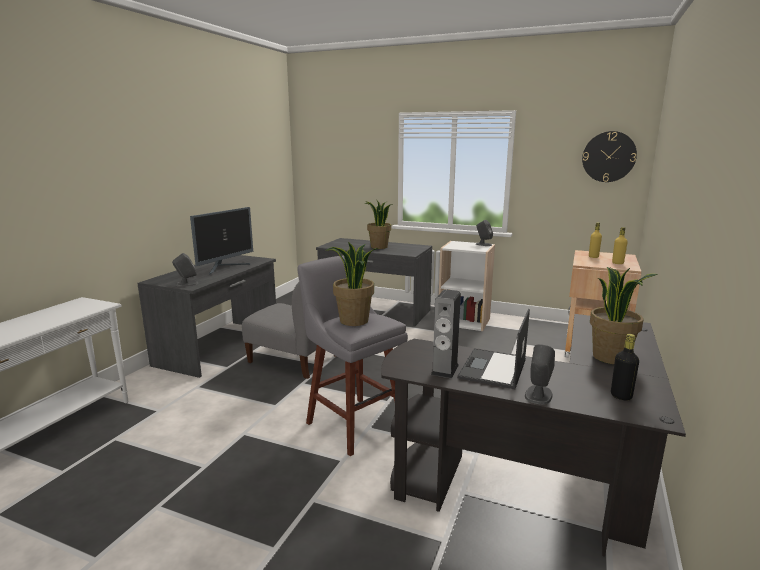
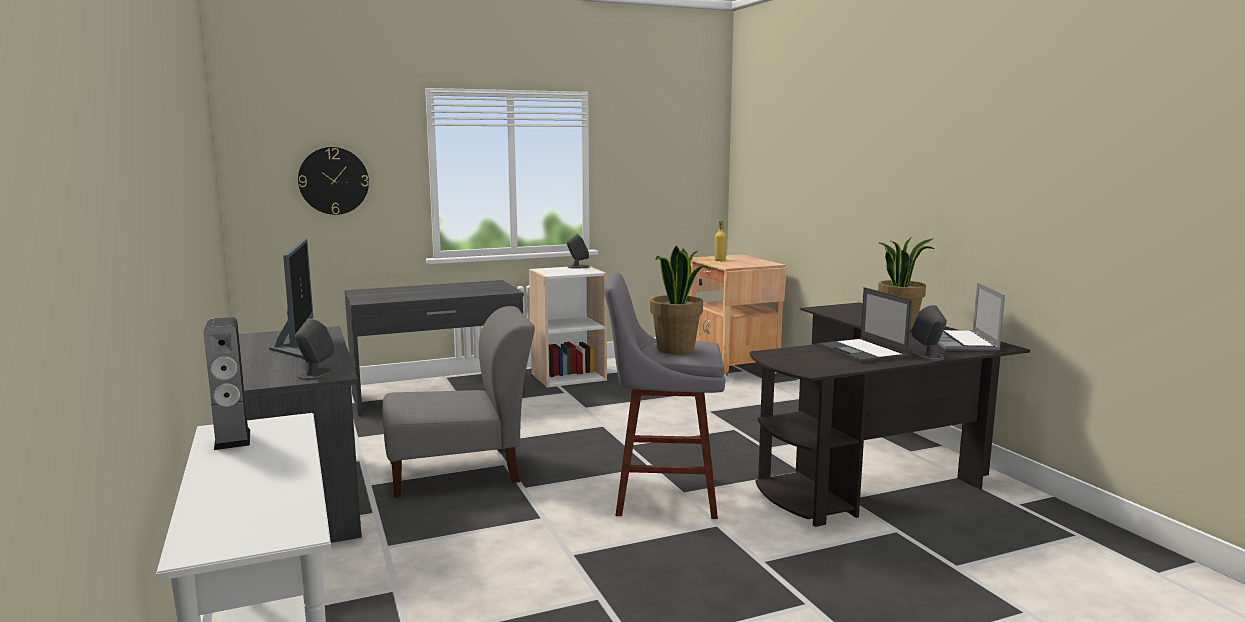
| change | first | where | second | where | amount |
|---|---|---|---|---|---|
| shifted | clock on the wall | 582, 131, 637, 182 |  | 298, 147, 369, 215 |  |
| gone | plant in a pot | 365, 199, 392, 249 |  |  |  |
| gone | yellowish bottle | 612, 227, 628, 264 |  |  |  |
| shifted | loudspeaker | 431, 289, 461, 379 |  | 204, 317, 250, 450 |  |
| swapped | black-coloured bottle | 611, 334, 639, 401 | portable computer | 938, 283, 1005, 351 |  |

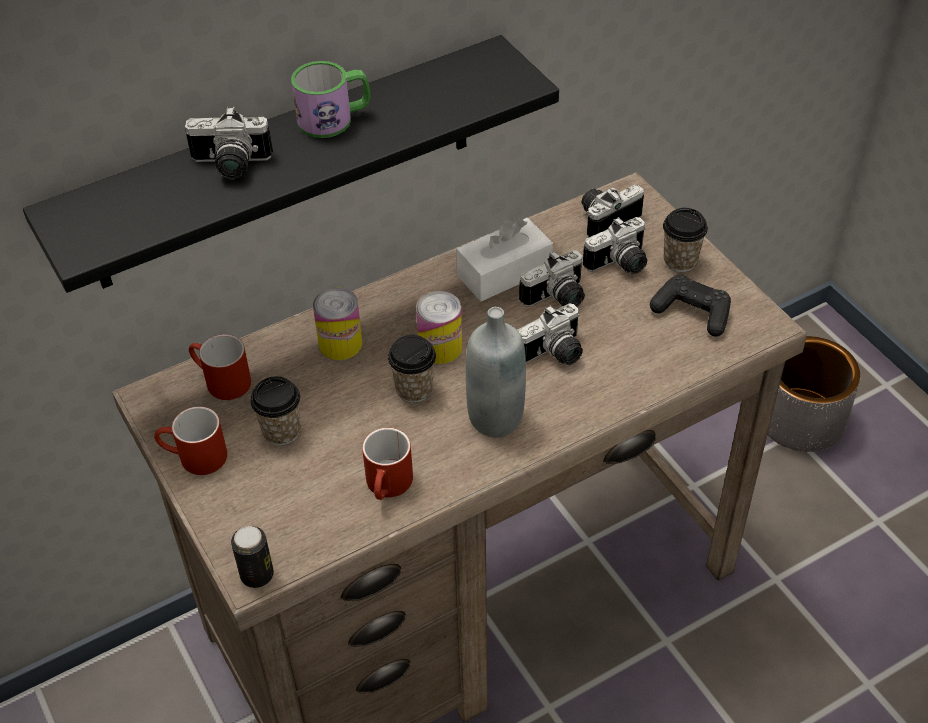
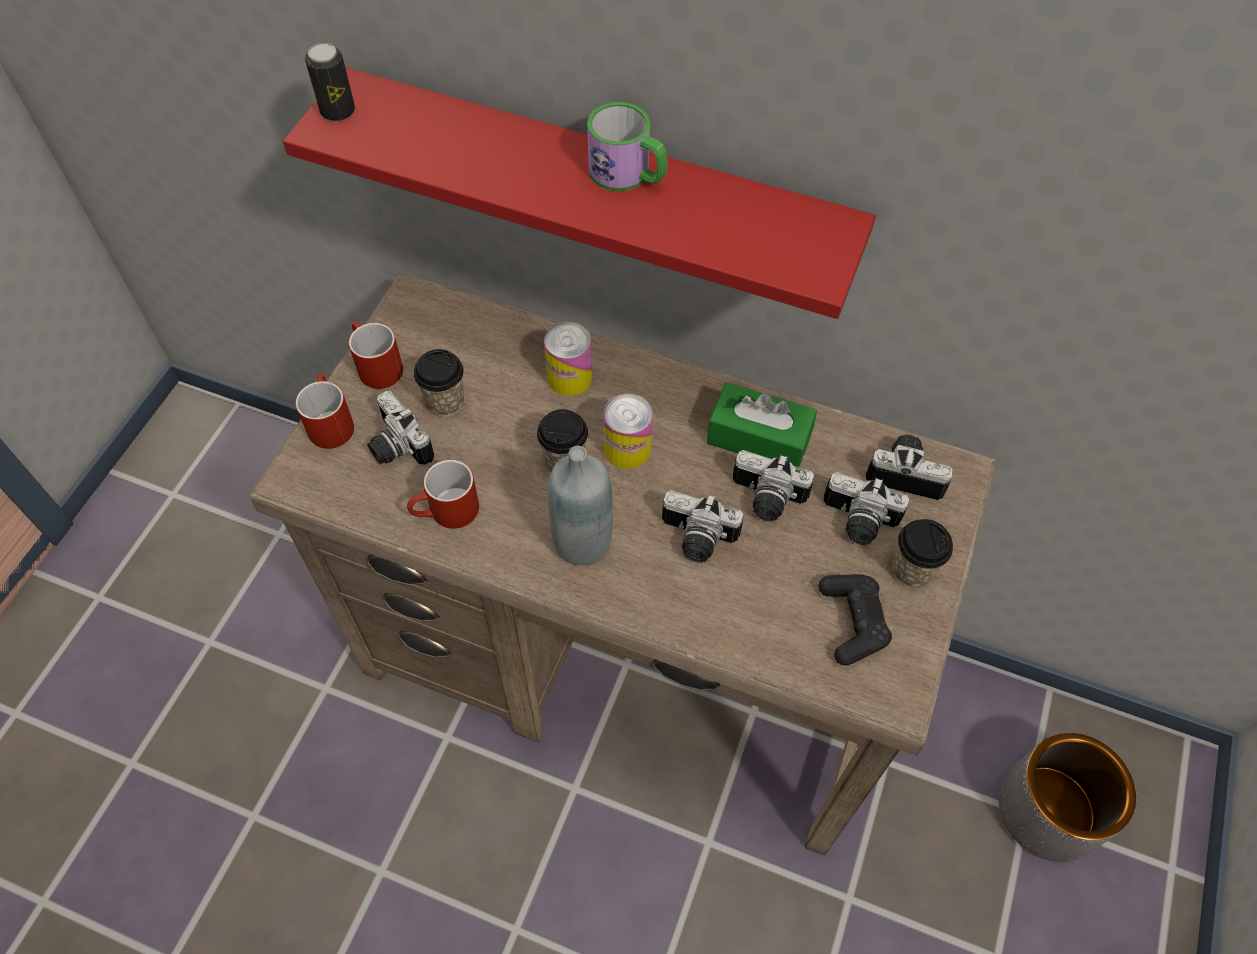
| change | first | where | second | where | amount |
|---|---|---|---|---|---|
| repainted | black-coloured shelf | 23, 35, 559, 293 | reddish shelf | 283, 67, 876, 319 |  |
| shifted | photo camera | 185, 107, 273, 179 |  | 367, 391, 434, 466 |  |
| repainted | white tissue box | 456, 218, 553, 301 | green tissue box | 707, 382, 817, 467 |  |
| shifted | reddish tea mug | 189, 334, 251, 400 |  | 295, 374, 354, 449 |  |
| shifted | can | 231, 526, 274, 588 |  | 305, 43, 355, 121 |  |

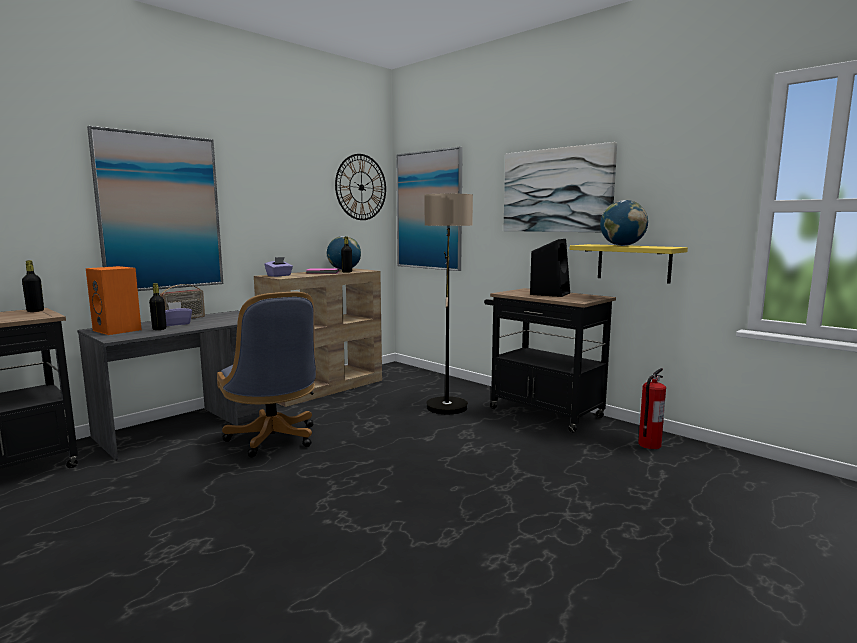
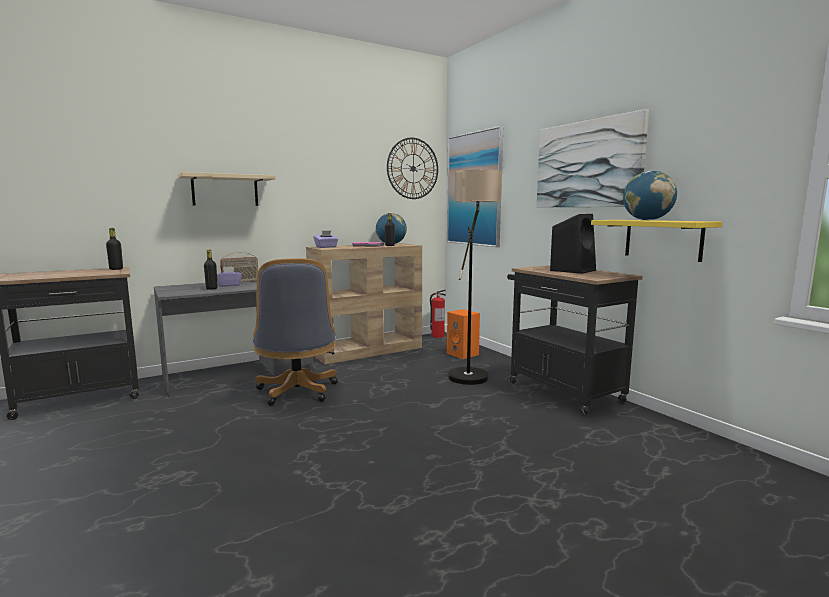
| change | first | where | second | where | amount |
|---|---|---|---|---|---|
| swapped | wall art | 87, 126, 223, 291 | beige shelf | 178, 172, 276, 206 |  |
| shifted | orange-coloured loudspeaker | 86, 266, 142, 335 |  | 447, 309, 480, 359 |  |
| shifted | fire-fighting cylinder | 638, 368, 666, 449 |  | 430, 290, 446, 338 |  |

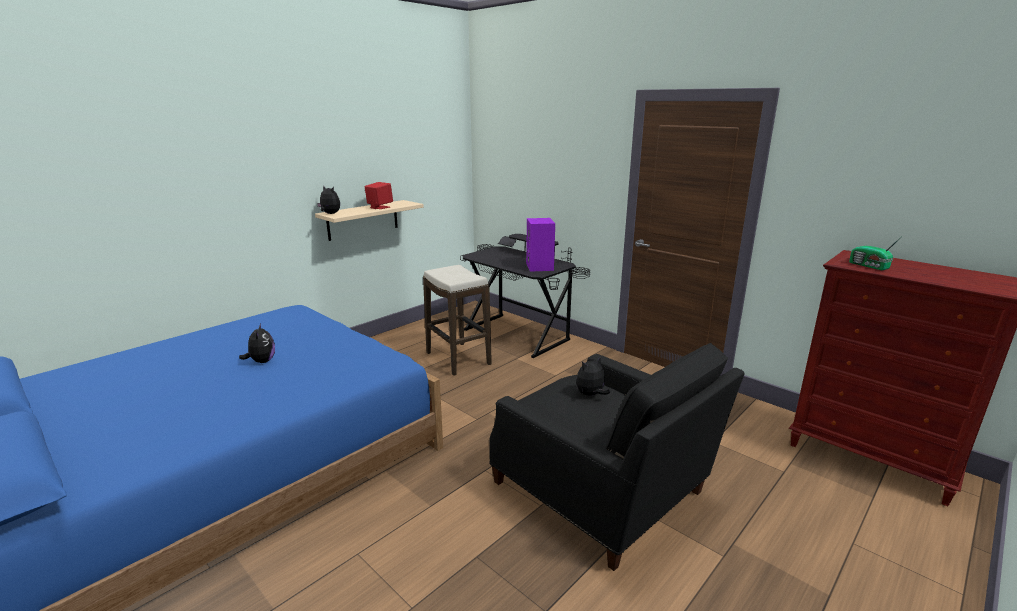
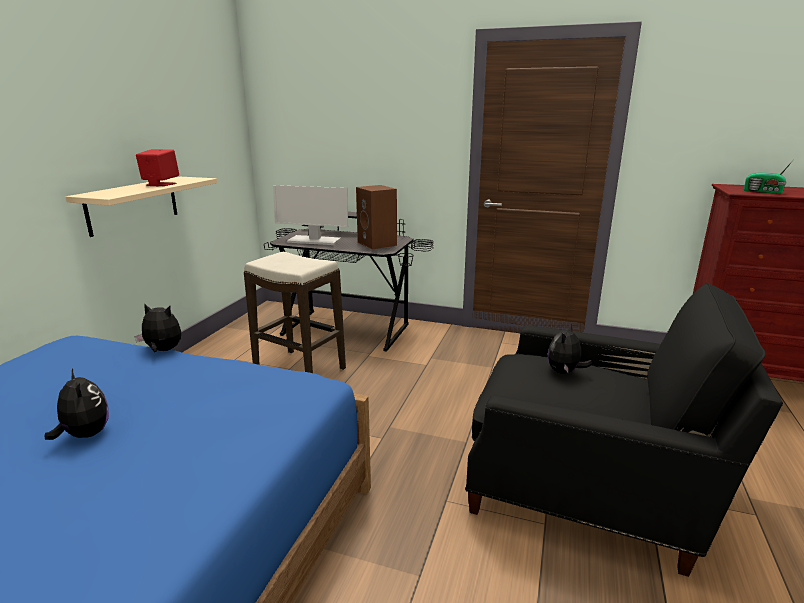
| change | first | where | second | where | amount |
|---|---|---|---|---|---|
| shifted | soft toy | 317, 186, 340, 214 |  | 134, 304, 181, 352 |  |
| repainted | purple loudspeaker | 526, 218, 555, 272 | brown loudspeaker | 356, 185, 397, 249 |  |
| new |  |  | computer display | 273, 185, 348, 245 |  |

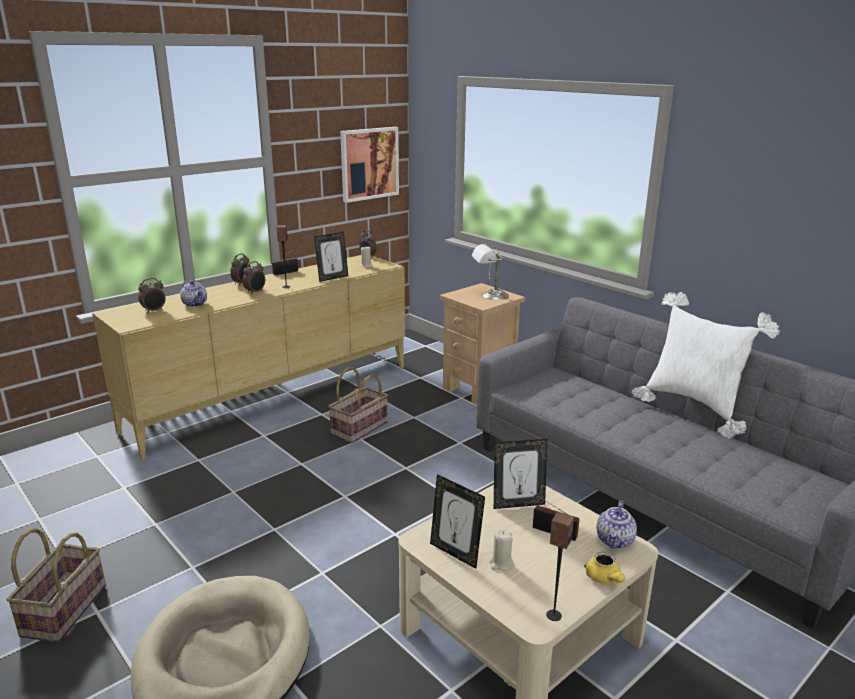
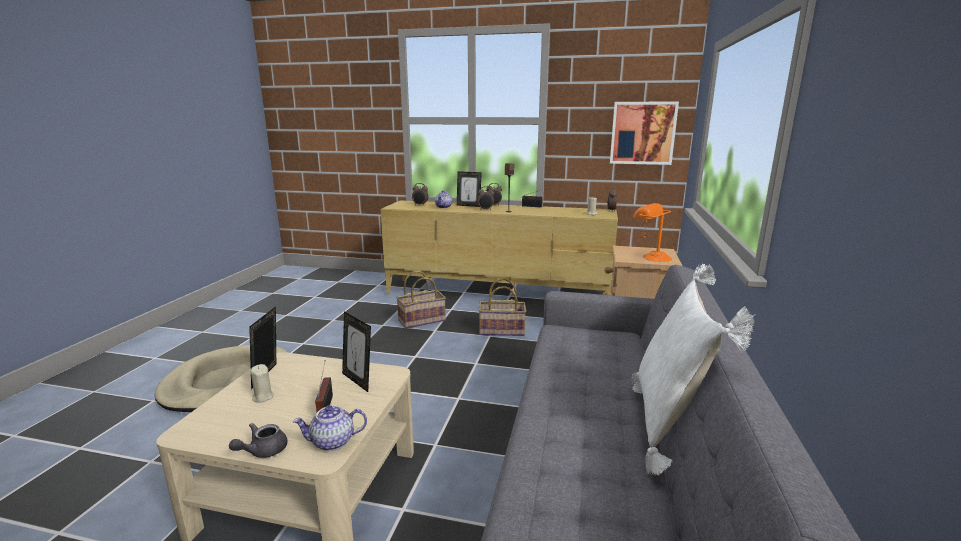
| change | first | where | second | where | amount |
|---|---|---|---|---|---|
| shifted | photo frame | 314, 232, 348, 282 |  | 457, 171, 482, 207 |  |
| repainted | white lamp for a table | 472, 244, 509, 300 | orange-coloured lamp for a table | 633, 203, 672, 262 |  |
| gone | loudspeaker | 546, 512, 574, 621 |  |  |  |
| shifted | household basket | 6, 528, 106, 642 |  | 396, 271, 446, 329 |  |
| repainted | yellowish teapot | 584, 551, 625, 584 | grey teapot | 229, 423, 287, 458 |  |

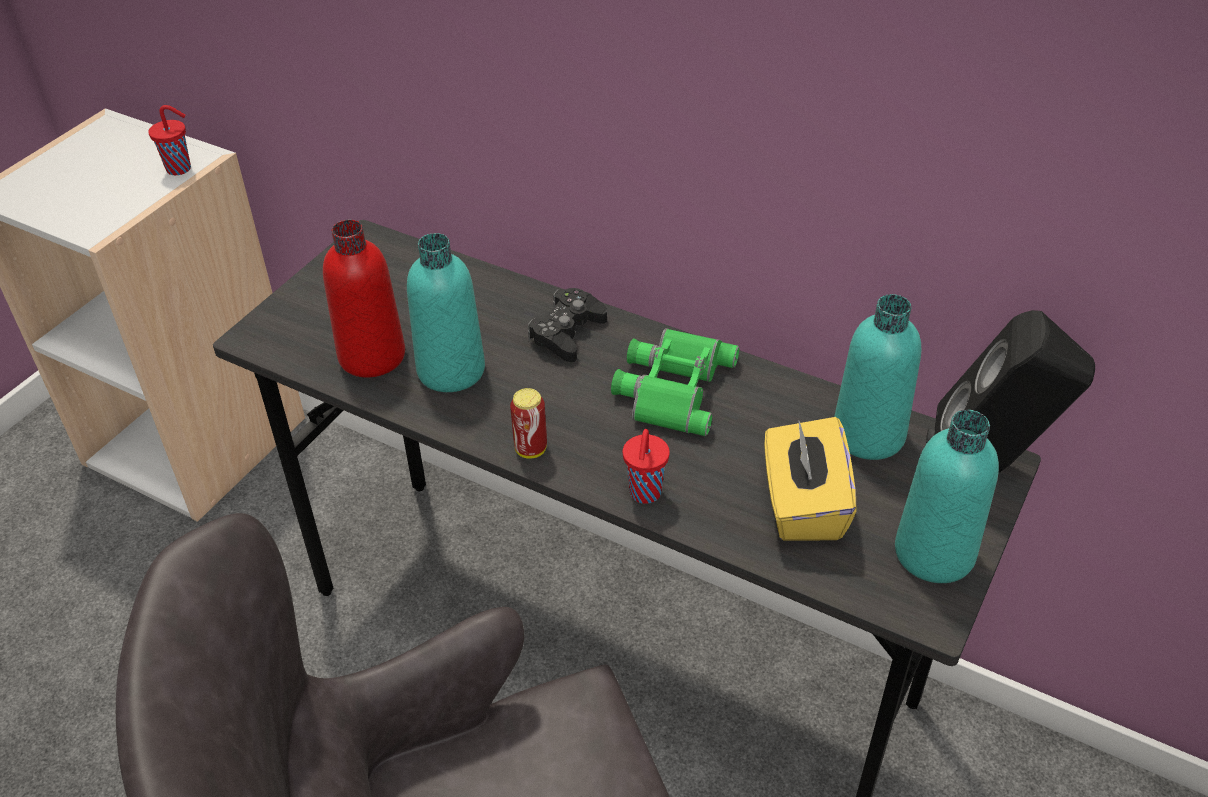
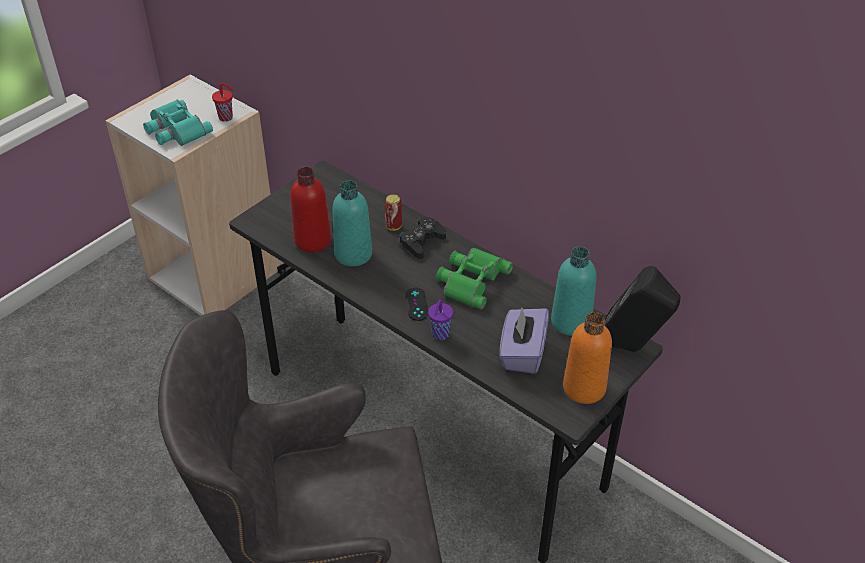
| change | first | where | second | where | amount |
|---|---|---|---|---|---|
| shifted | can | 510, 388, 547, 459 |  | 385, 194, 402, 231 |  |
| repainted | turquoise bottle | 895, 410, 999, 583 | orange-coloured bottle | 563, 312, 612, 404 |  |
| repainted | yellowish tissue box | 764, 417, 856, 541 | purple tissue box | 500, 307, 549, 374 |  |
| repainted | reddish small cup | 623, 429, 670, 504 | purple small cup | 428, 300, 453, 340 |  |
| new |  |  | turquoise binoculars | 143, 100, 213, 146 |  |
| new |  |  | black-coloured joypad | 405, 287, 428, 321 |  |

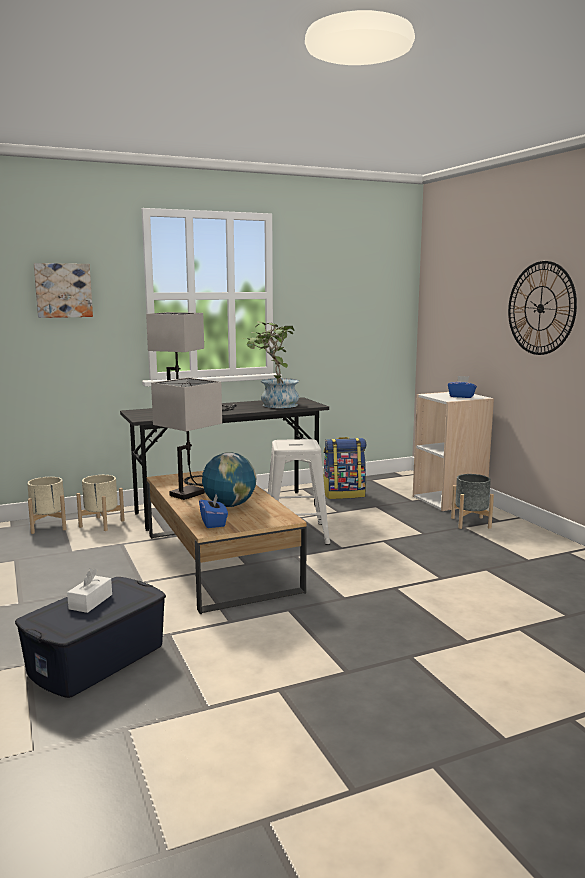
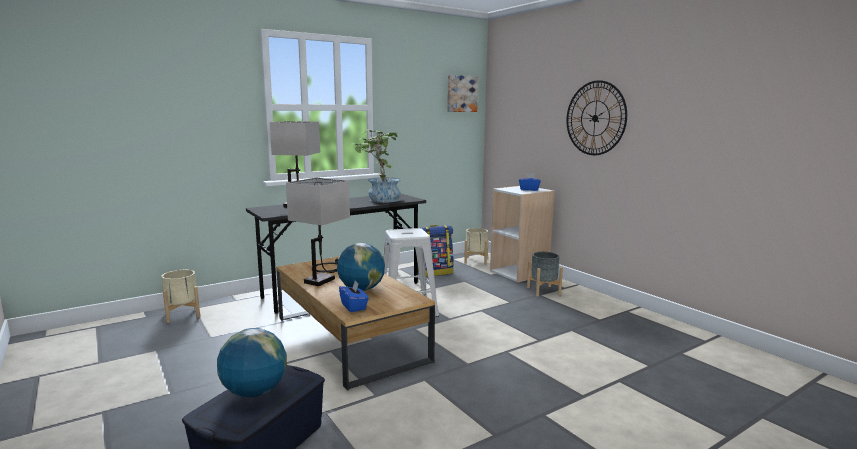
| change | first | where | second | where | amount |
|---|---|---|---|---|---|
| shifted | wall art | 34, 263, 93, 318 |  | 447, 75, 478, 112 |  |
| shifted | beige planter | 76, 475, 125, 531 |  | 464, 228, 489, 265 |  |
| swapped | white tissue box | 67, 568, 112, 613 | desk globe | 217, 328, 287, 397 |  |

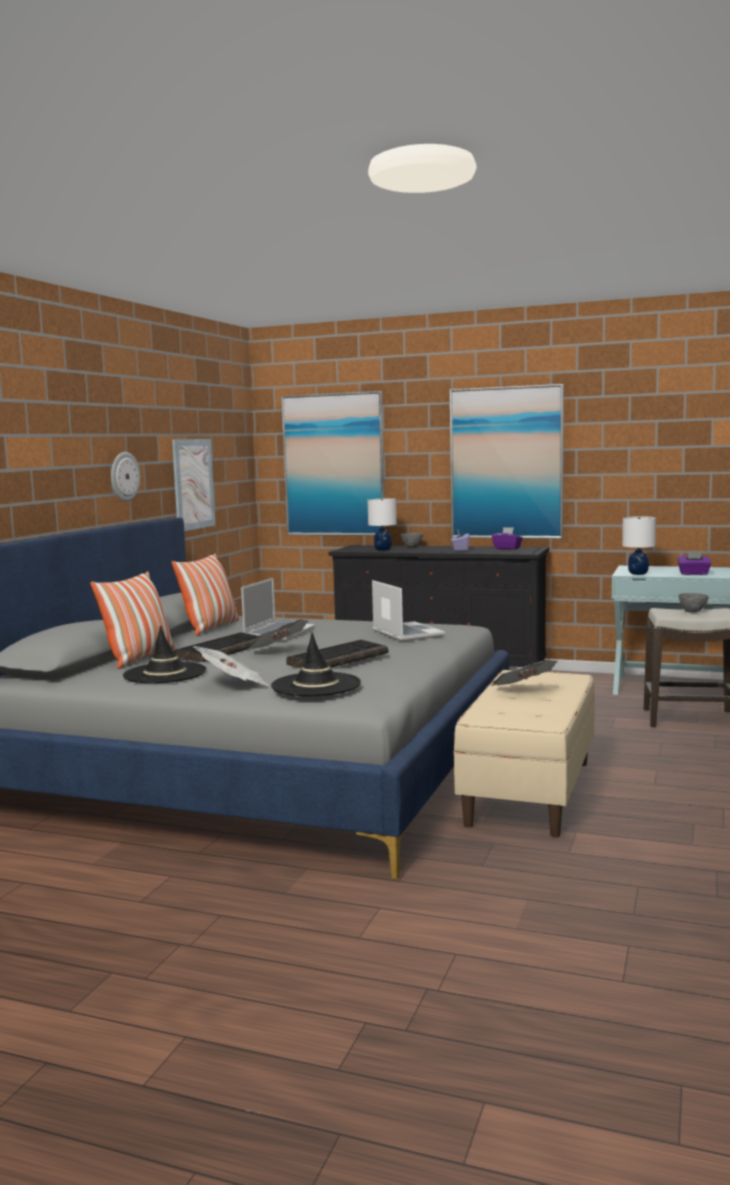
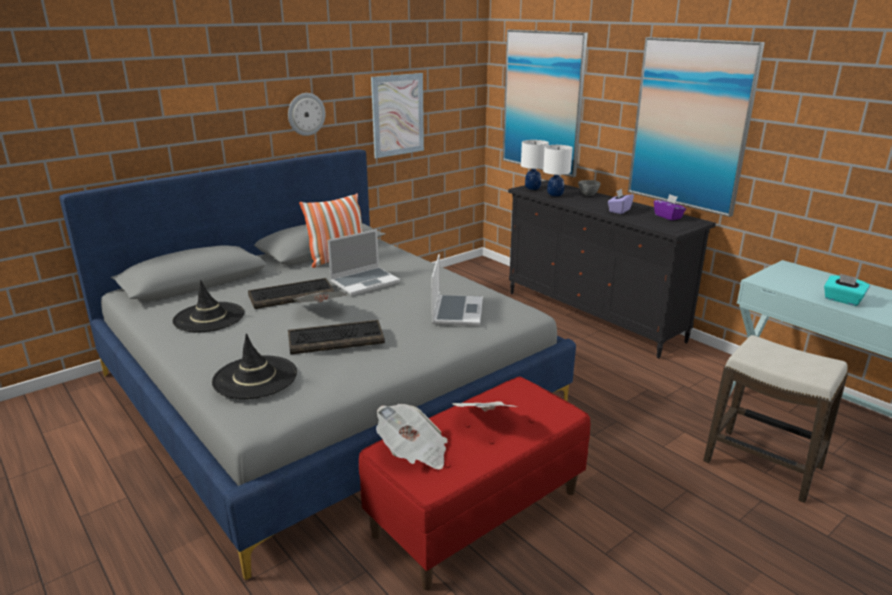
| change | first | where | second | where | amount |
|---|---|---|---|---|---|
| shifted | white lamp for a table | 622, 516, 656, 575 |  | 521, 140, 549, 190 |  |
| repainted | purple tissue box | 677, 551, 711, 575 | turquoise tissue box | 824, 273, 870, 306 |  |
| gone | throw pillow | 90, 571, 175, 669 |  |  |  |
| gone | grey deep dish | 678, 593, 709, 613 |  |  |  |
| shifted | newspaper | 193, 646, 268, 685 |  | 376, 404, 448, 469 |  |
| repainted | beige indoor bench | 453, 670, 595, 838 | reddish indoor bench | 359, 377, 590, 590 |  |

